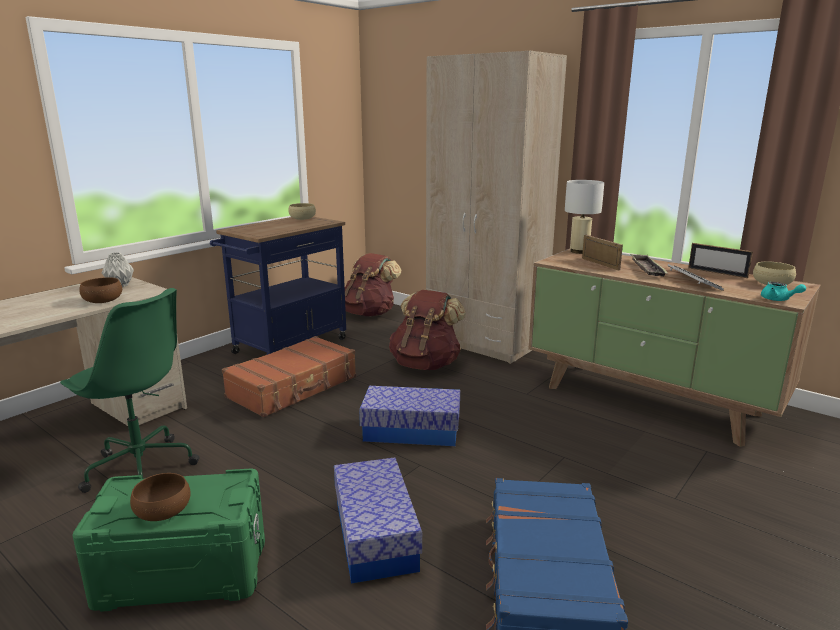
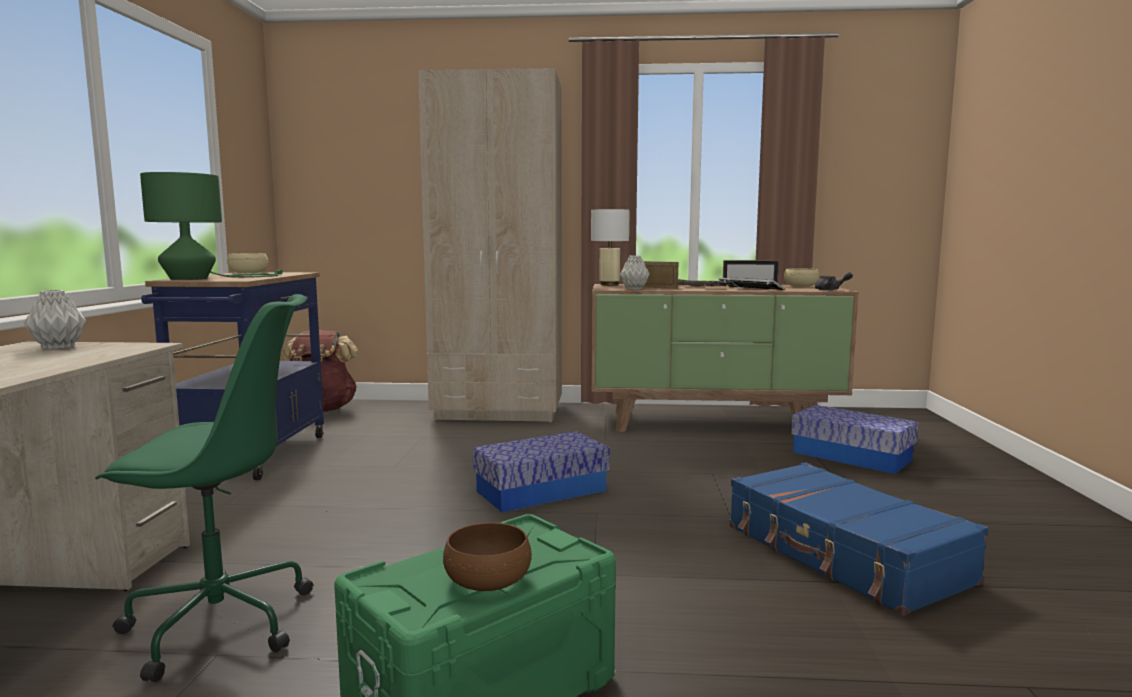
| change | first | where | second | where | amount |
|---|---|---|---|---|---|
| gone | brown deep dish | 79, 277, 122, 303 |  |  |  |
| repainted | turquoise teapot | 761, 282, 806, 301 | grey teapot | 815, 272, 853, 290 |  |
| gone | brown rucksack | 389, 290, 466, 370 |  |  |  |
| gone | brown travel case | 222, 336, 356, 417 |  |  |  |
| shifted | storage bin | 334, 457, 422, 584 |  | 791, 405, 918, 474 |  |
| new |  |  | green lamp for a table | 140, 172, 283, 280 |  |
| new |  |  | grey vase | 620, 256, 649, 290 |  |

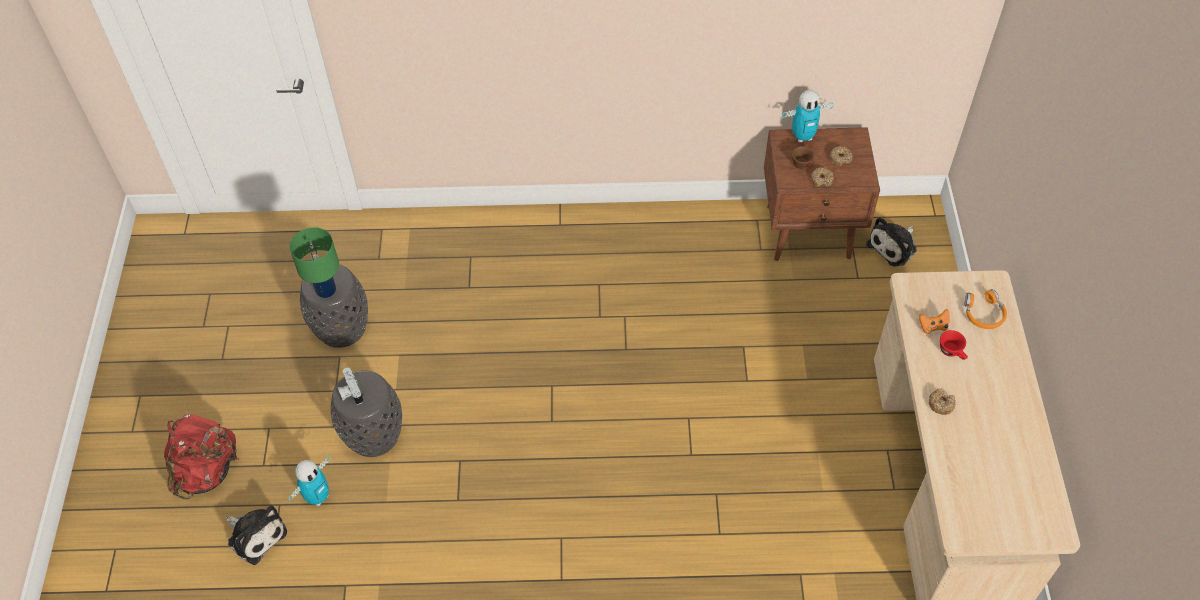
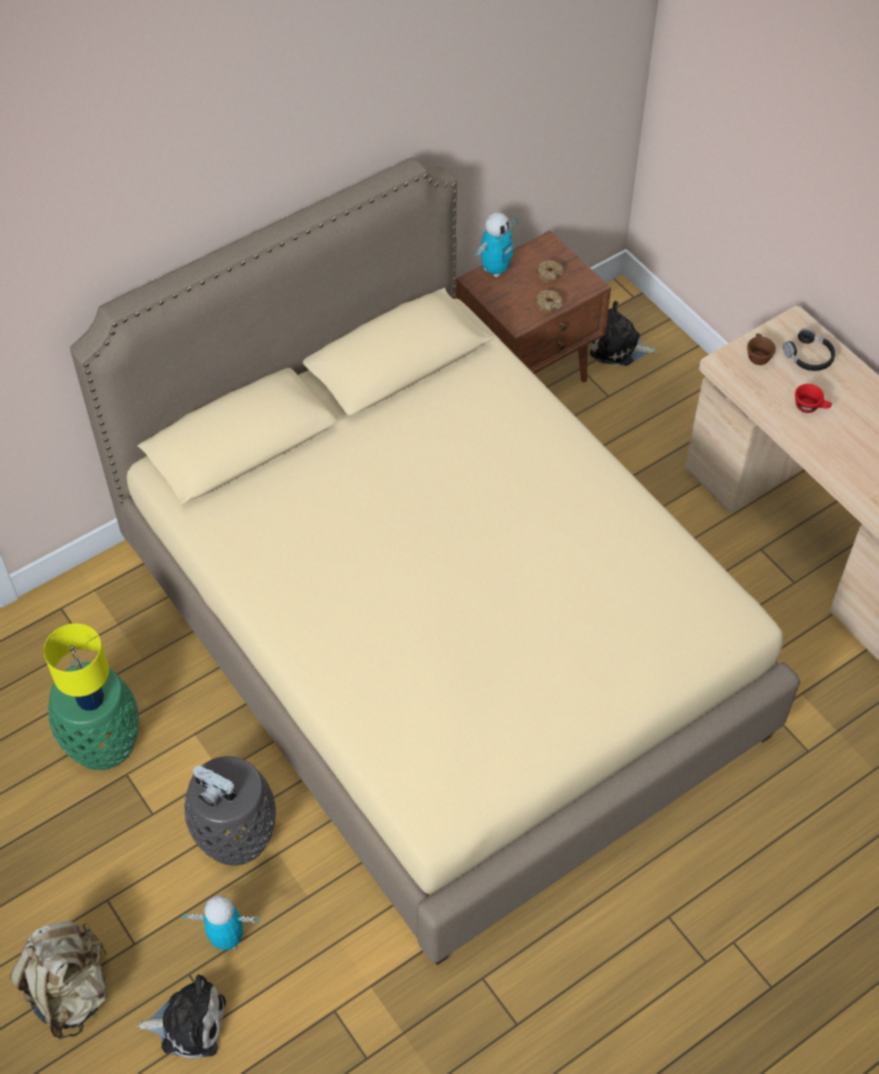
| change | first | where | second | where | amount |
|---|---|---|---|---|---|
| shifted | brown small cup | 792, 146, 814, 169 |  | 747, 333, 776, 365 |  |
| rotated | soft toy | 866, 217, 917, 266 |  | 590, 301, 658, 366 | 90 degrees clockwise |
| repainted | green lamp for a table | 289, 227, 339, 298 | yellowish lamp for a table | 44, 623, 109, 711 |  |
| repainted | grey stool seat | 300, 264, 368, 348 | green stool seat | 48, 662, 139, 770 |  |
| repainted | orange-coloured pair of headphones | 965, 289, 1007, 329 | black-coloured pair of headphones | 783, 328, 835, 371 |  |
| gone | orange-coloured joypad | 919, 309, 949, 334 |  |  |  |
| gone | doughnut | 928, 388, 956, 415 |  |  |  |
| repainted | reddish rucksack | 164, 414, 240, 499 | beige rucksack | 10, 920, 107, 1039 |  |
| rotated | toy robot | 288, 456, 331, 506 |  | 183, 895, 259, 950 | 90 degrees counterclockwise |
| new |  |  | beige bed | 70, 157, 800, 965 |  |

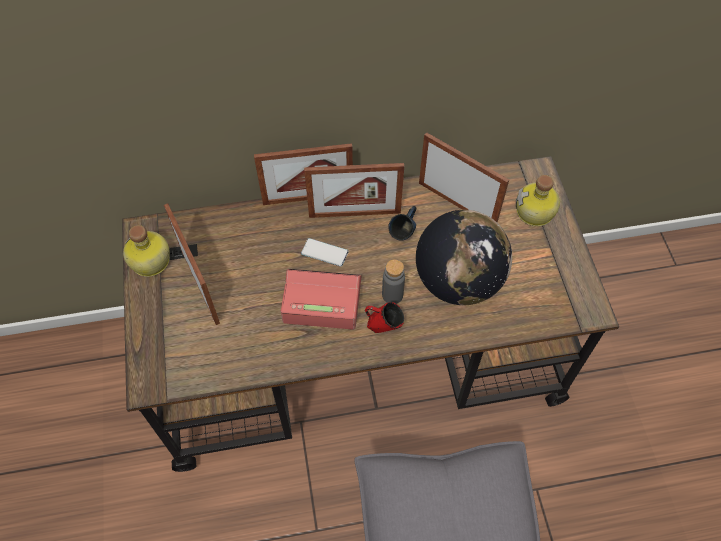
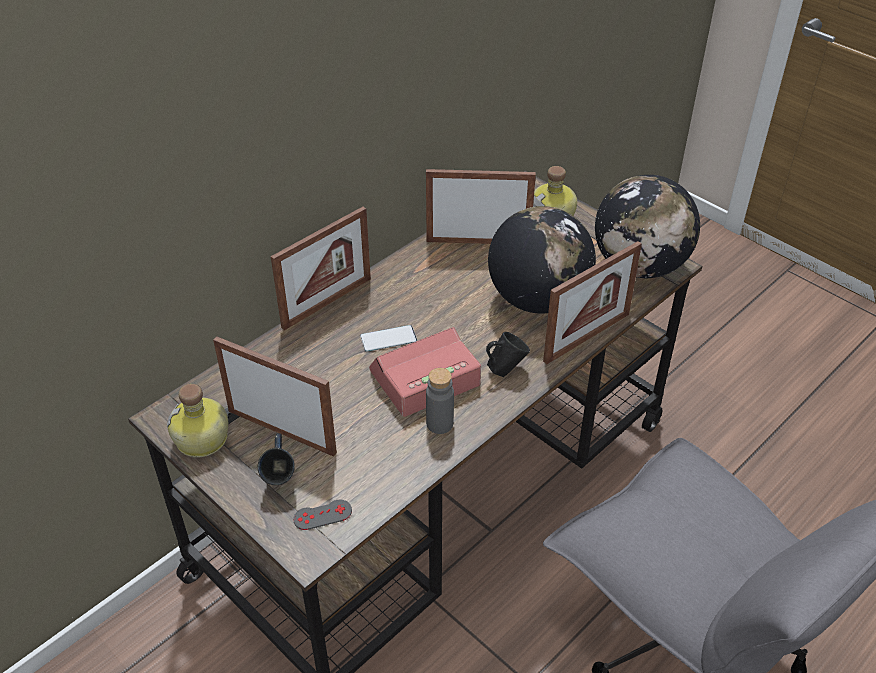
| change | first | where | second | where | amount |
|---|---|---|---|---|---|
| shifted | photo frame | 304, 163, 404, 218 |  | 543, 241, 642, 364 |  |
| shifted | bluish tea mug | 388, 206, 417, 241 |  | 258, 433, 295, 485 |  |
| shifted | grey bottle | 382, 259, 405, 304 |  | 426, 368, 454, 434 |  |
| repainted | reddish tea mug | 365, 302, 404, 333 | black-coloured tea mug | 486, 332, 530, 377 |  |
| new |  |  | desk globe | 595, 175, 700, 278 |  |
| new |  |  | grey joypad | 293, 500, 352, 530 |  |

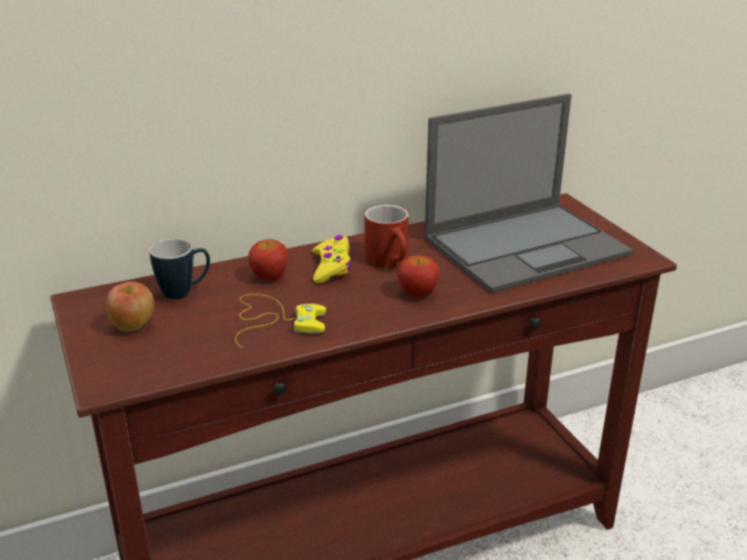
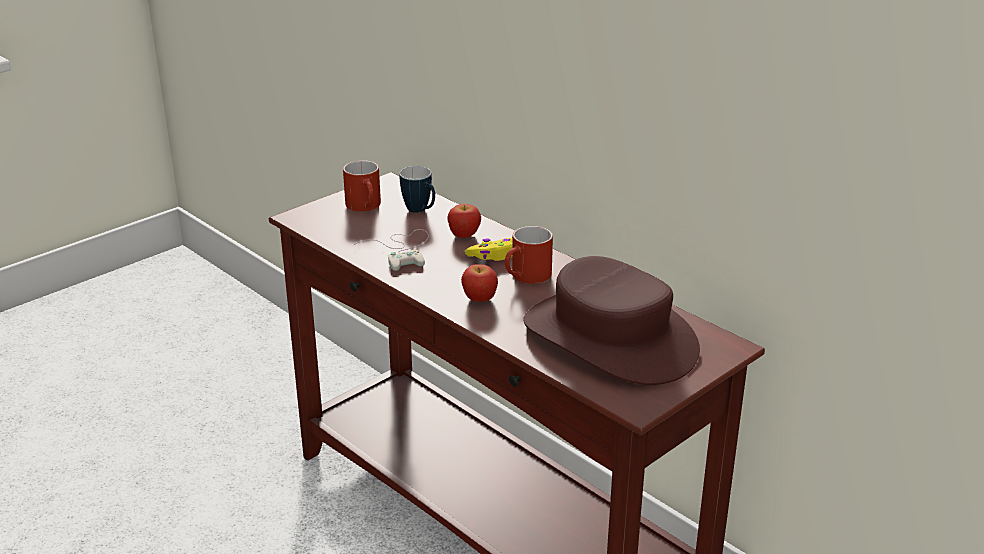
| change | first | where | second | where | amount |
|---|---|---|---|---|---|
| swapped | portable computer | 424, 93, 633, 293 | brown wearable hat | 523, 256, 700, 385 |  |
| swapped | apple | 106, 282, 154, 332 | reddish tea mug | 343, 160, 381, 211 |  |
| repainted | yellowish joypad | 235, 294, 326, 348 | white joypad | 354, 229, 429, 271 |  |

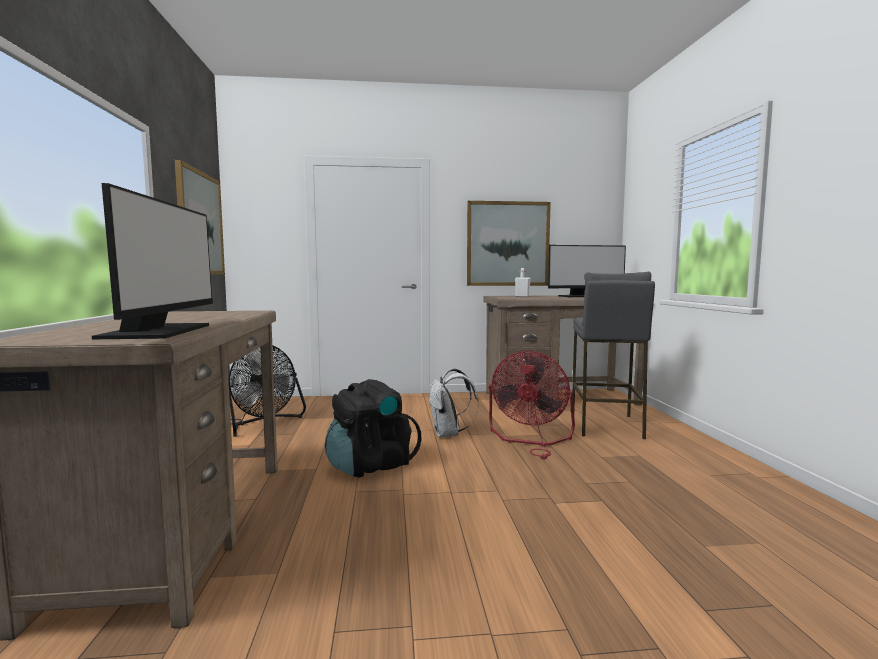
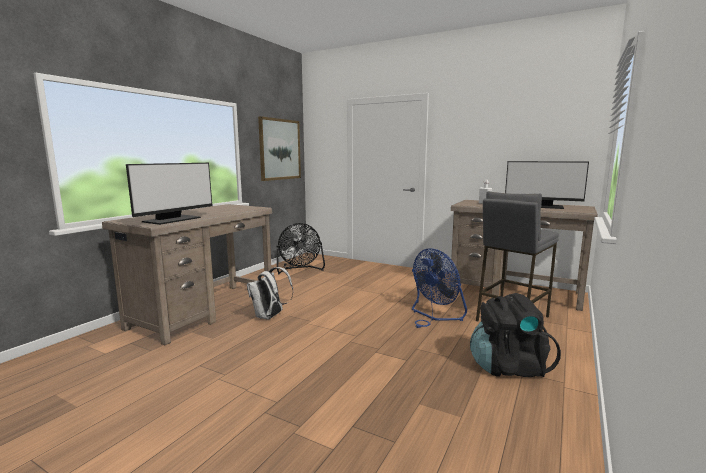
| change | first | where | second | where | amount |
|---|---|---|---|---|---|
| gone | wall art | 467, 201, 551, 286 |  |  |  |
| repainted | reddish electric fan | 489, 351, 575, 460 | bluish electric fan | 412, 248, 467, 328 |  |
| shifted | white rucksack | 429, 369, 479, 438 |  | 247, 267, 293, 320 |  |
| shifted | black-coloured rucksack | 325, 379, 422, 477 |  | 470, 293, 561, 377 |  |

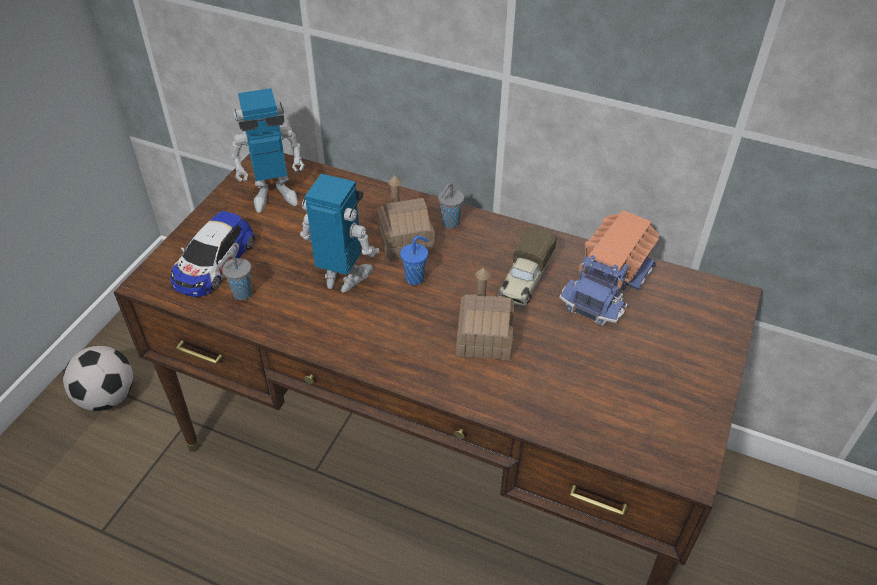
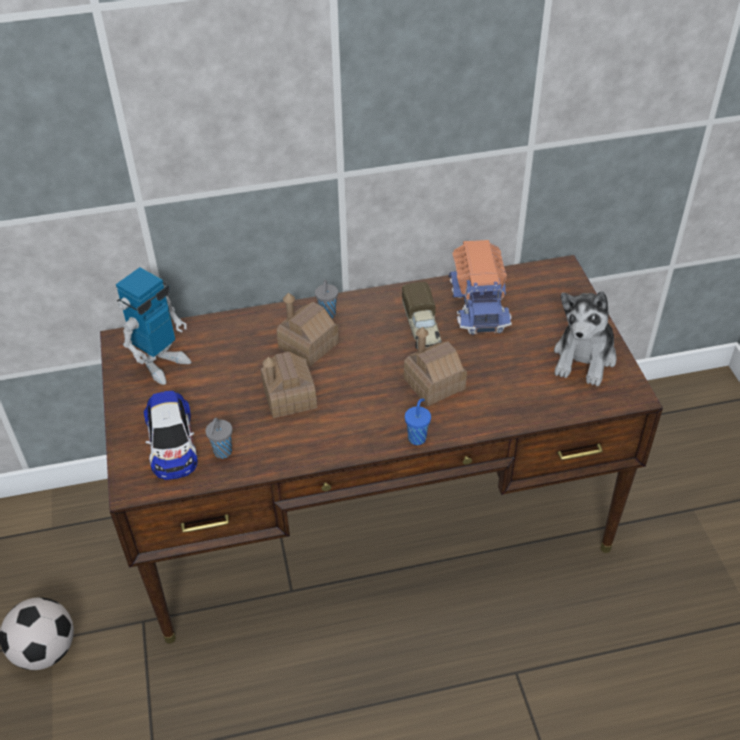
| change | first | where | second | where | amount |
|---|---|---|---|---|---|
| swapped | toy robot | 300, 174, 380, 292 | miniature house | 261, 352, 317, 418 |  |
| shifted | bluish small cup | 400, 236, 429, 285 |  | 405, 399, 431, 445 |  |
| new |  |  | soft toy | 554, 291, 617, 386 |  |

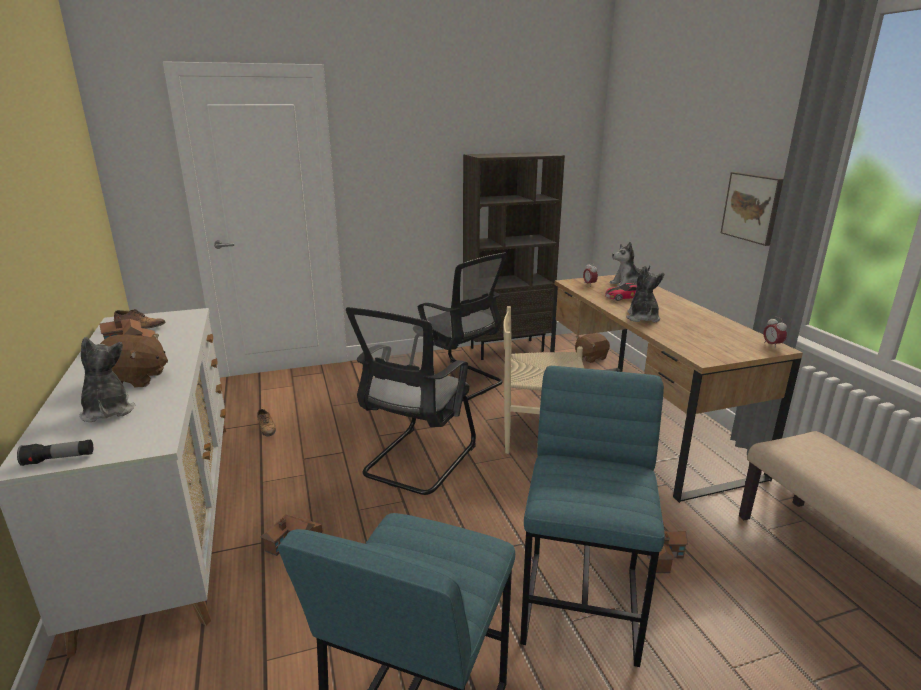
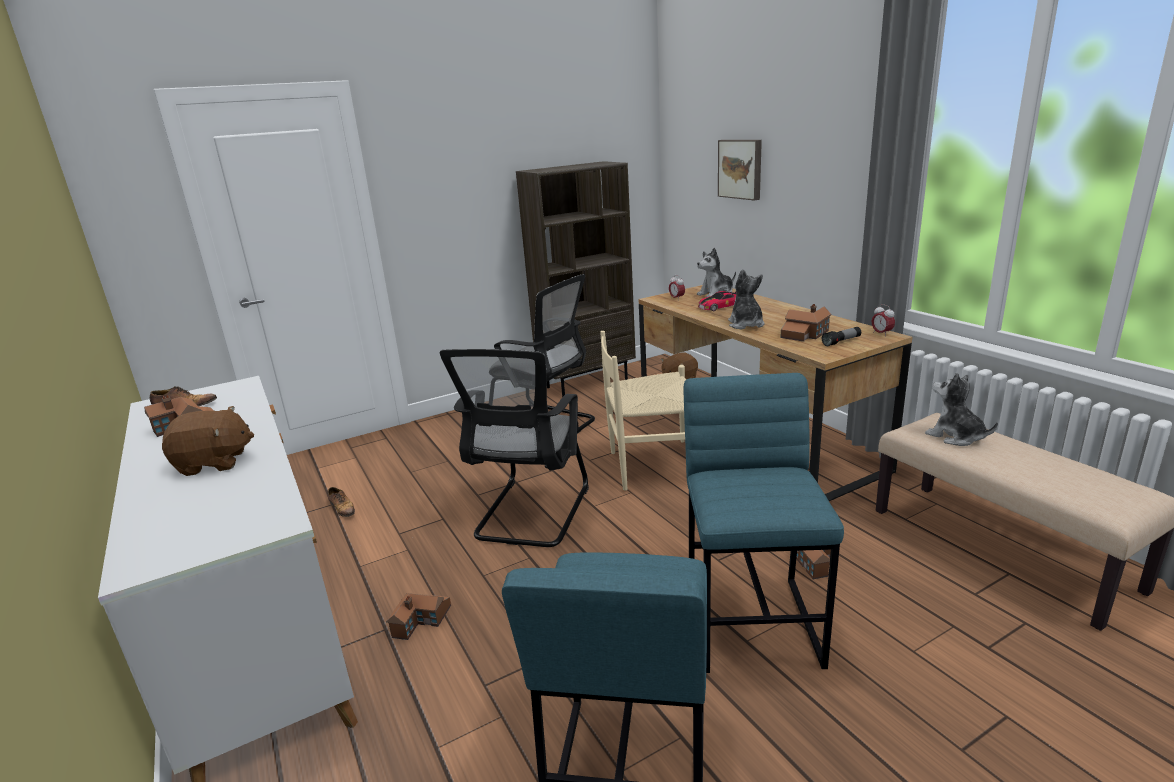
| change | first | where | second | where | amount |
|---|---|---|---|---|---|
| shifted | wall art | 721, 172, 783, 246 |  | 718, 140, 762, 201 |  |
| shifted | soft toy | 79, 337, 136, 422 |  | 925, 373, 998, 446 |  |
| shifted | hand torch | 17, 440, 93, 466 |  | 822, 327, 861, 346 |  |
| new |  |  | miniature house | 780, 304, 831, 342 |  |

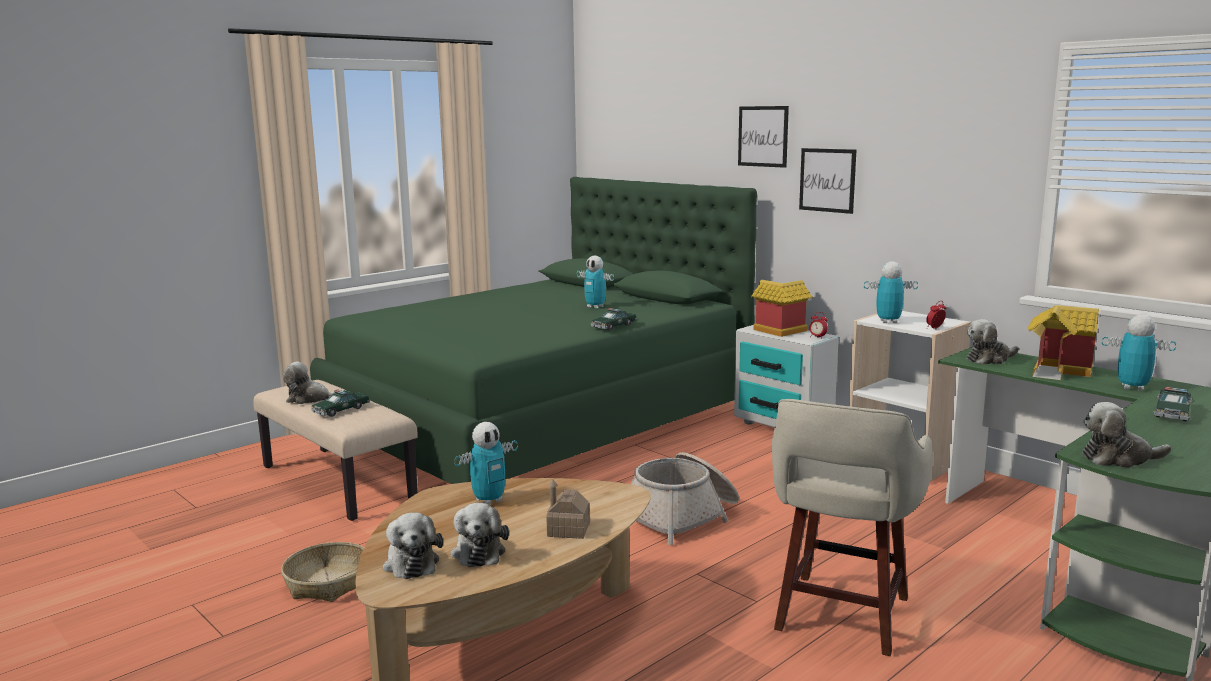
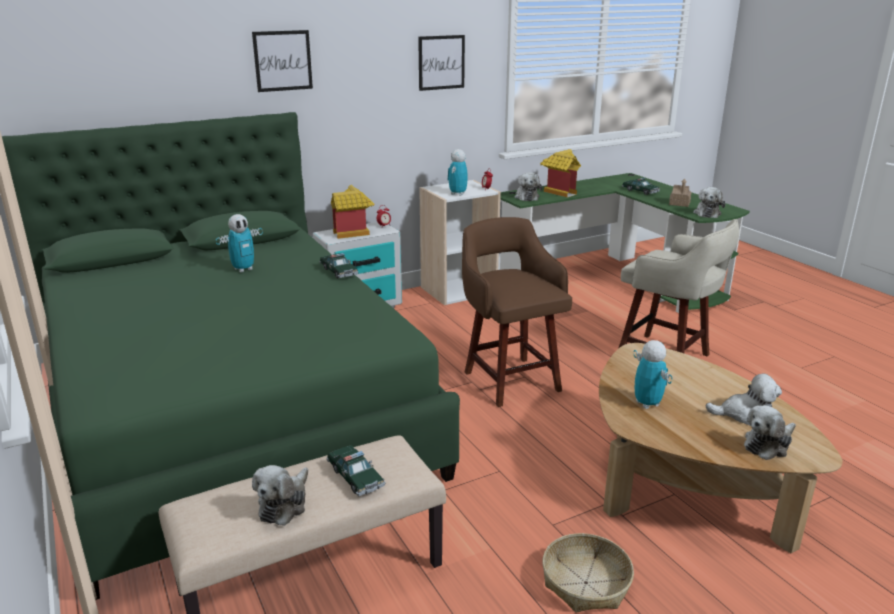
| change | first | where | second | where | amount |
|---|---|---|---|---|---|
| shifted | wall art | 799, 148, 857, 214 |  | 418, 35, 465, 91 |  |
| gone | toy robot | 1102, 315, 1176, 391 |  |  |  |
| swapped | household basket | 631, 452, 739, 545 | brown stool seat | 462, 217, 572, 407 |  |
| shifted | miniature house | 547, 479, 590, 539 |  | 669, 178, 692, 207 |  |
| rotated | soft toy | 383, 513, 443, 579 |  | 744, 405, 796, 460 | 150 degrees clockwise |

